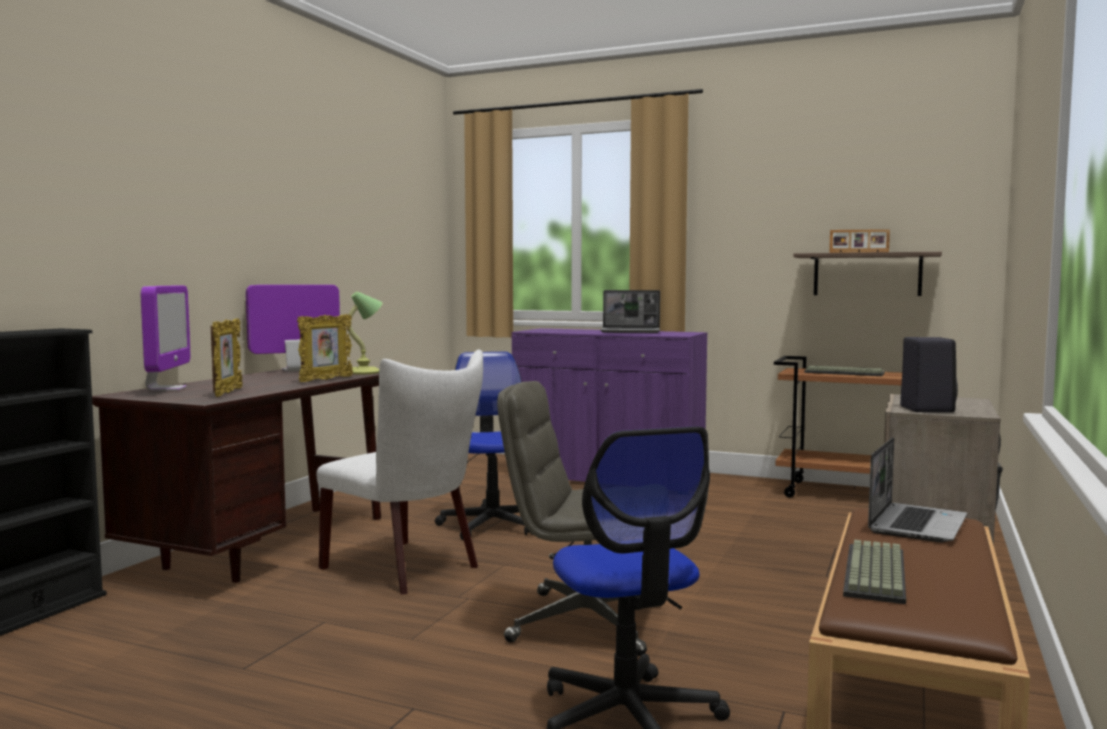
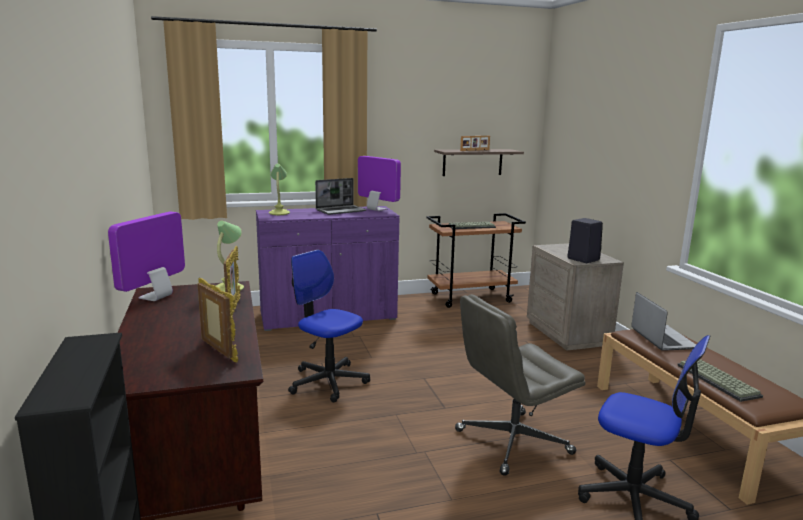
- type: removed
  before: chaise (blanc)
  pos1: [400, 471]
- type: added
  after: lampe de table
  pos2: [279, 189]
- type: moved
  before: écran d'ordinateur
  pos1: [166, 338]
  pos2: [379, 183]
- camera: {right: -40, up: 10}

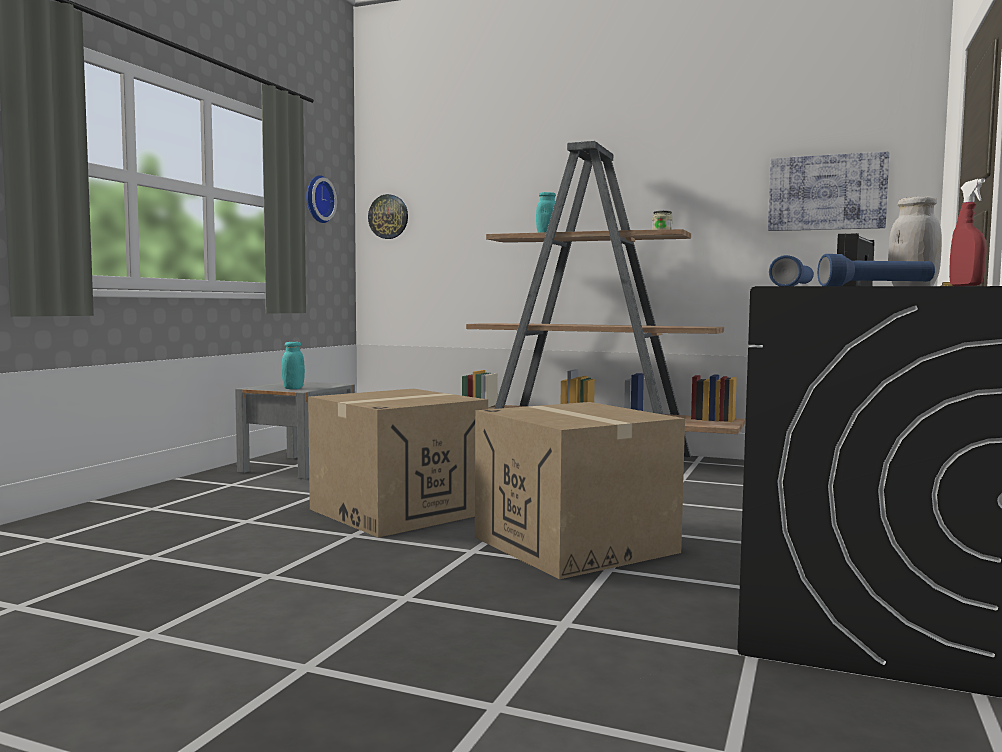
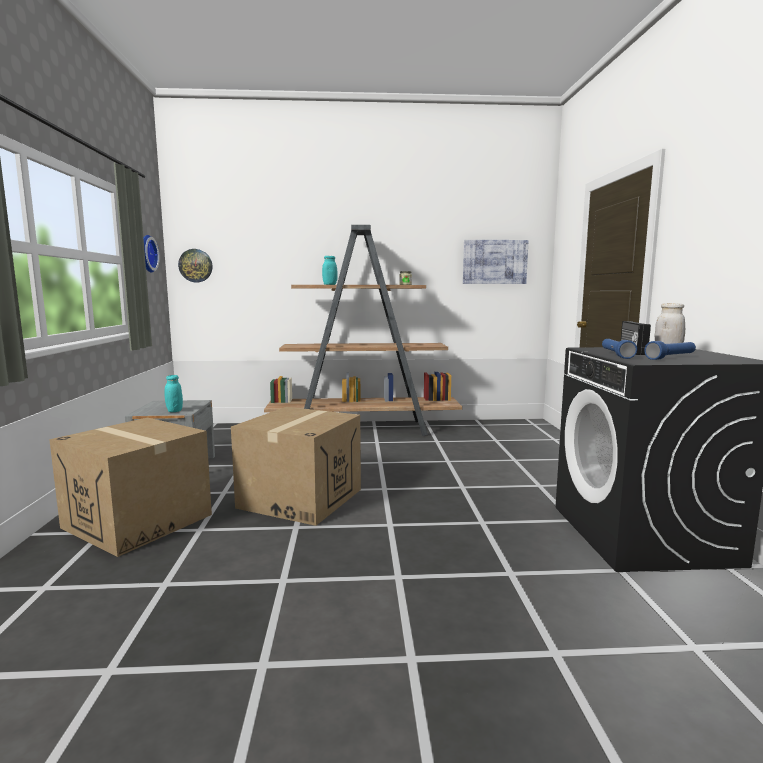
- type: removed
  before: vaporisateur (rouge)
  pos1: [968, 232]
- type: moved
  before: carton
  pos1: [580, 490]
  pos2: [130, 487]
- camera: {right: -25, up: 5}

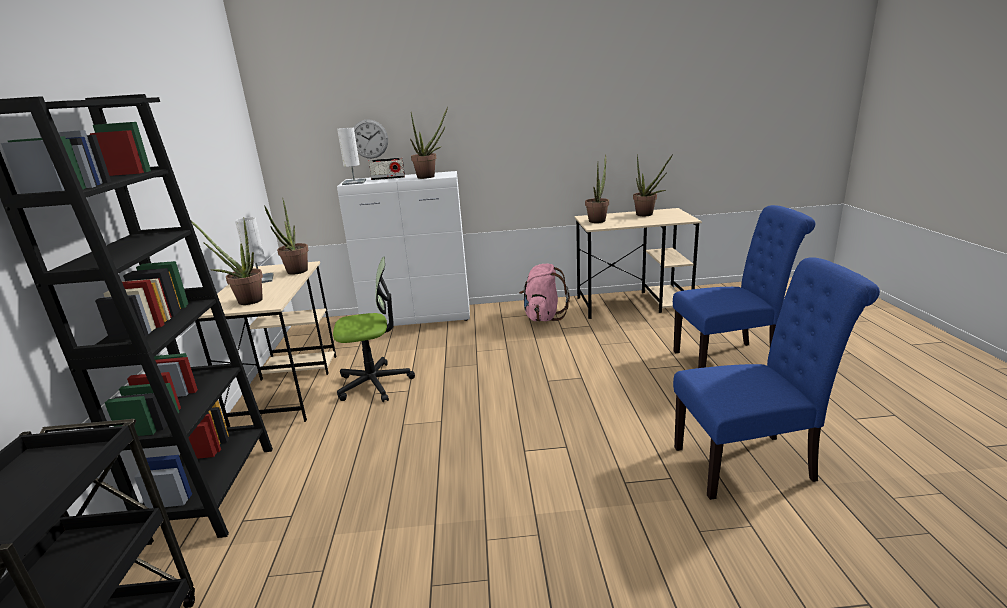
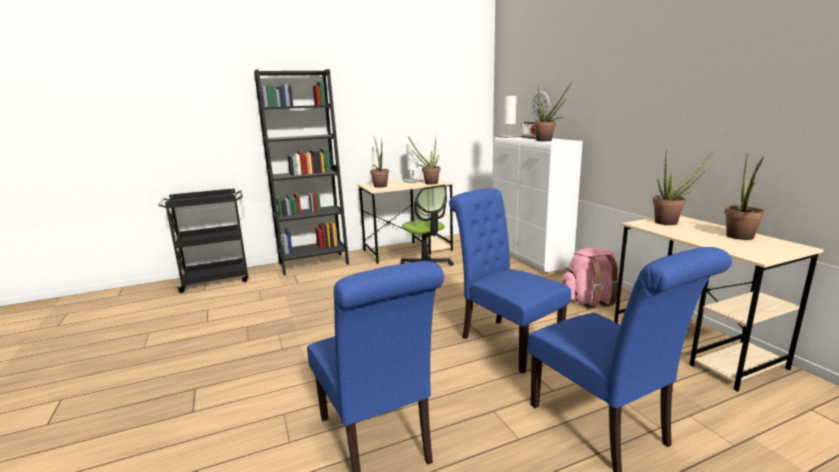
- type: added
  after: chaise (bleu)
  pos2: [510, 280]
- camera: {right: 70, up: -5}

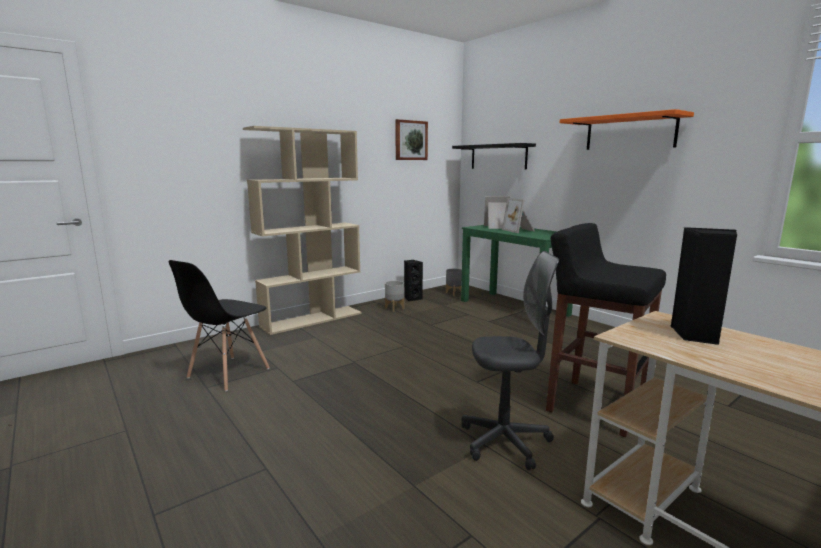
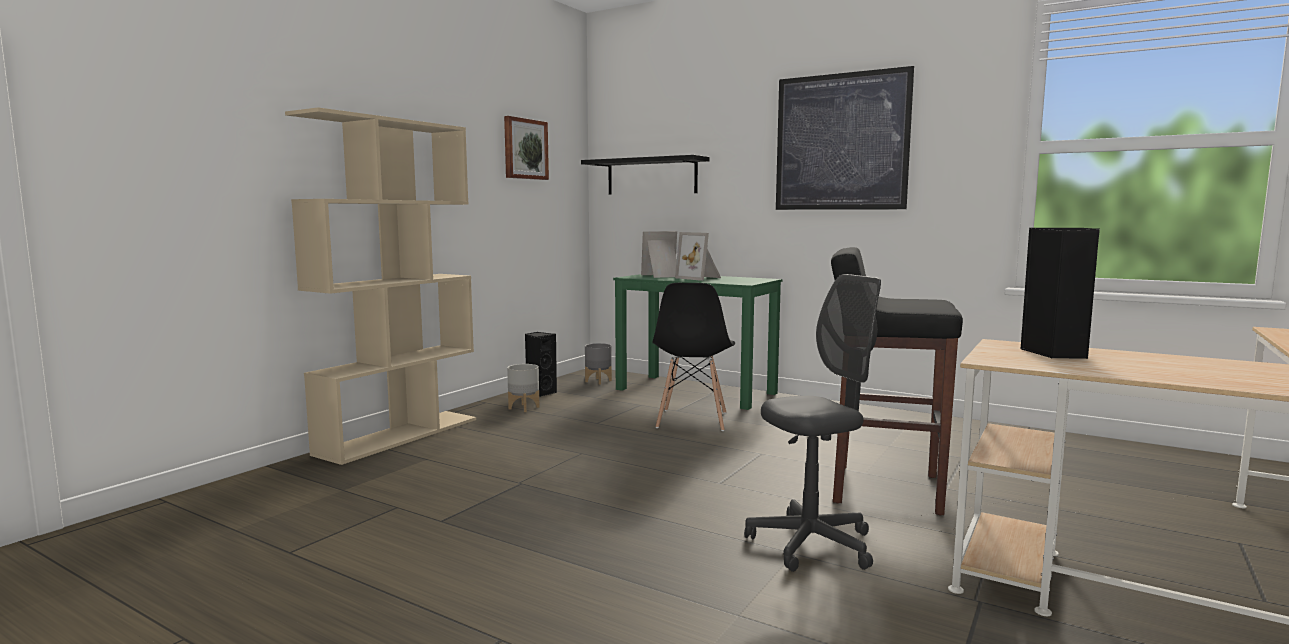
- type: moved
  before: chaise (noir)
  pos1: [219, 325]
  pos2: [693, 357]
- type: replaced
  before: étagère (orange)
  after: tableau
  pos1: [627, 129]
  pos2: [845, 138]
- camera: {right: -20, up: -5}

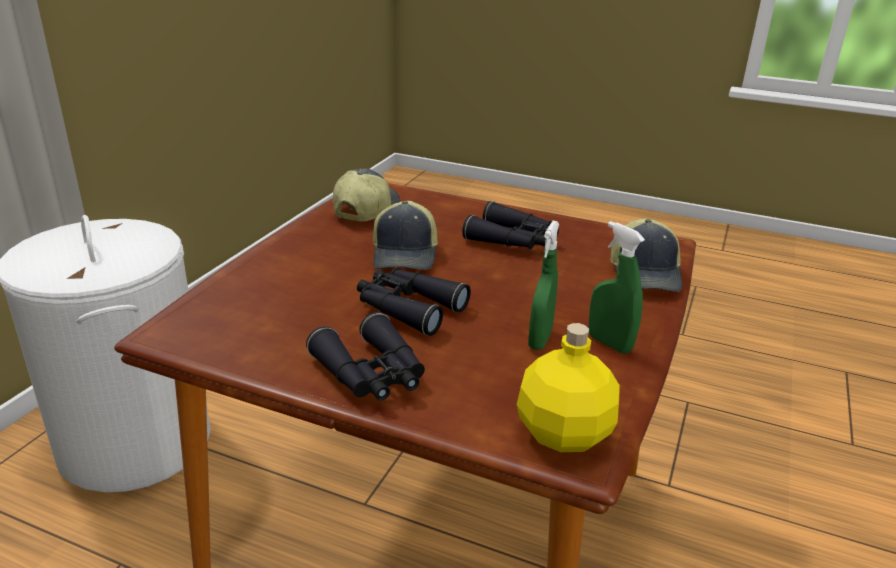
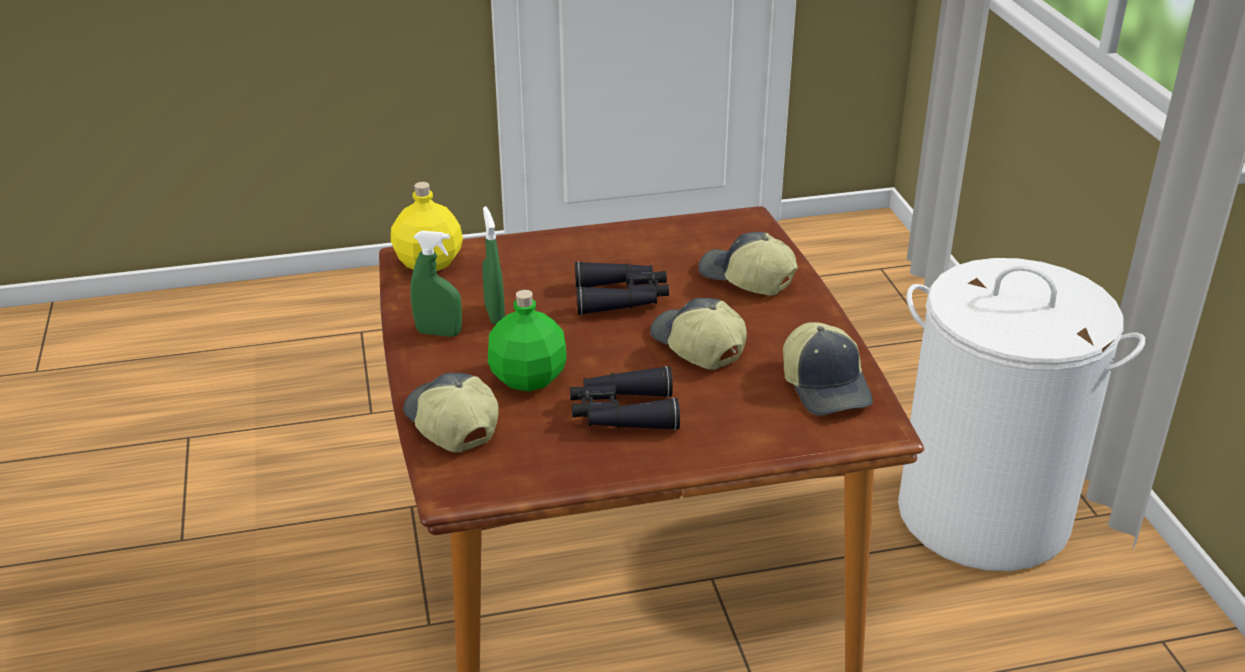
- type: removed
  before: jumelles (noir)
  pos1: [365, 356]
- type: added
  after: bouteille (vert)
  pos2: [527, 340]
- type: added
  after: casquette
  pos2: [748, 264]
- camera: {right: 145, up: 5}

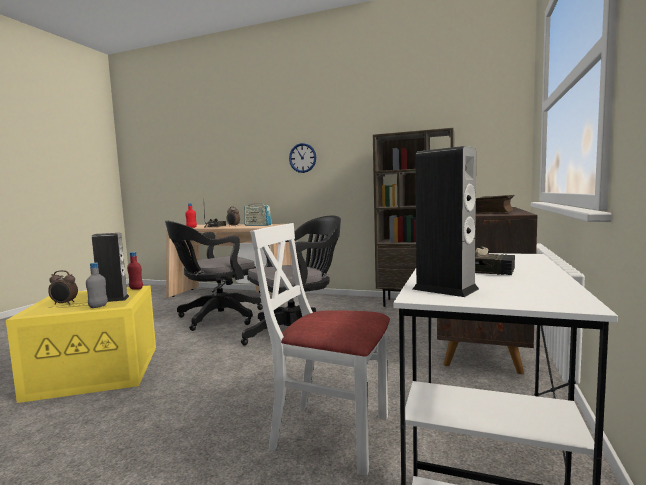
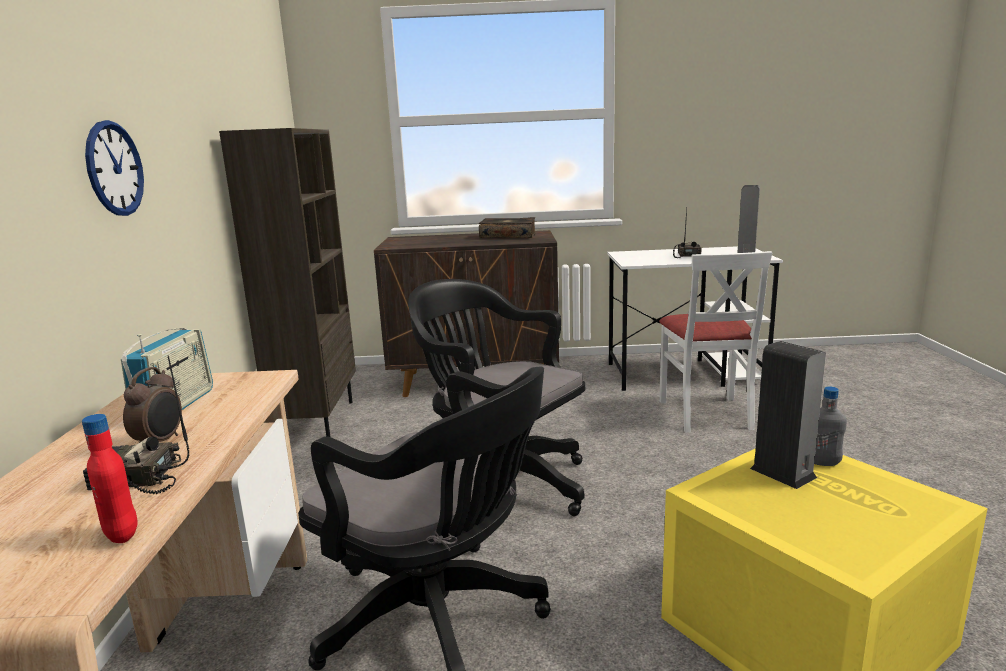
- type: removed
  before: réveil
  pos1: [63, 287]
- type: removed
  before: bouteille (rouge)
  pos1: [135, 271]
- camera: {right: -110, up: 10}

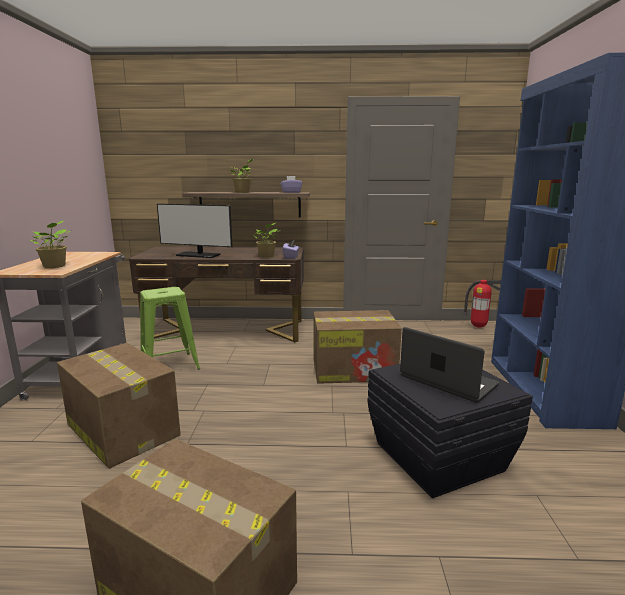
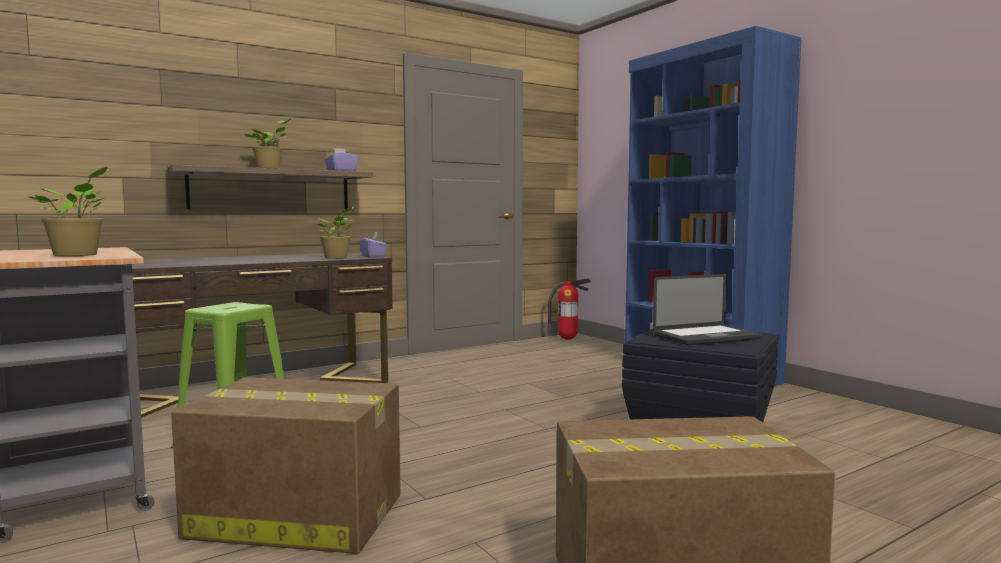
- type: removed
  before: écran d'ordinateur
  pos1: [194, 231]
- type: removed
  before: carton
  pos1: [358, 347]
- type: turned
  before: ordinateur portable
  pos1: [449, 365]
  pos2: [707, 309]
  turn: 150
- camera: {right: -35, up: -10}

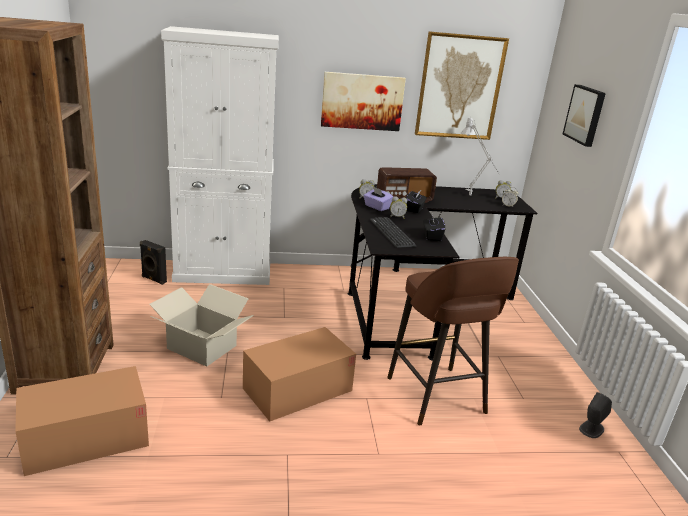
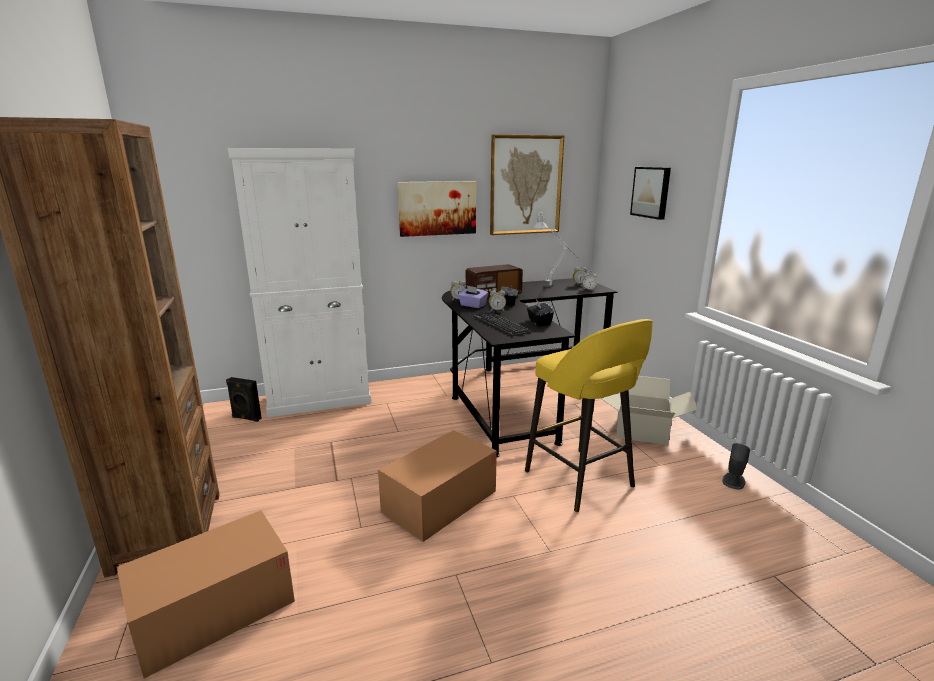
- type: moved
  before: carton
  pos1: [201, 325]
  pos2: [648, 410]
- type: recoloured
  before: tabouret (marron)
  after: tabouret (jaune)
  pos1: [453, 341]
  pos2: [589, 415]
- camera: {right: -10, up: -5}

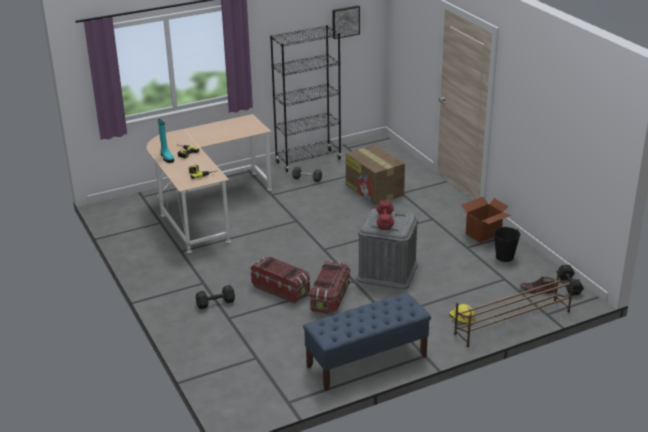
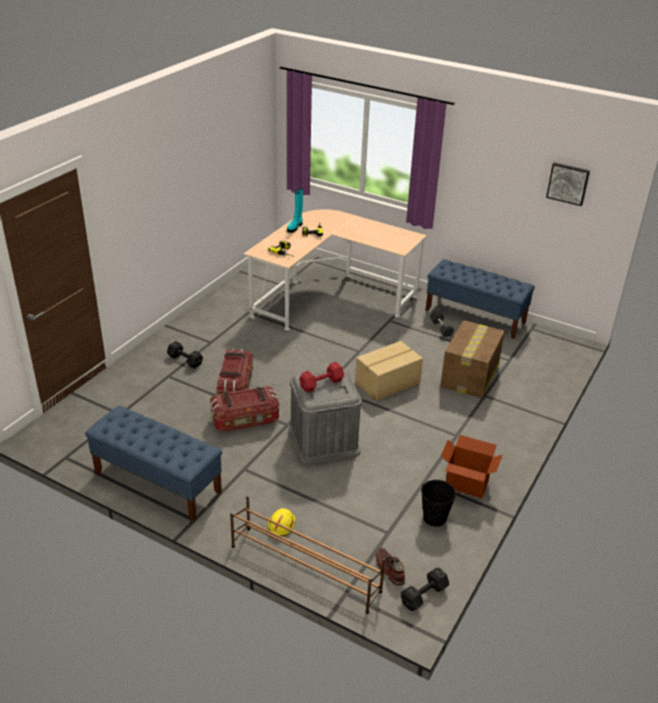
- type: added
  after: carton
  pos2: [389, 371]
- type: replaced
  before: bibliothèque (noir)
  after: banc (bleu)
  pos1: [306, 98]
  pos2: [480, 299]
- camera: {right: 55, up: 5}

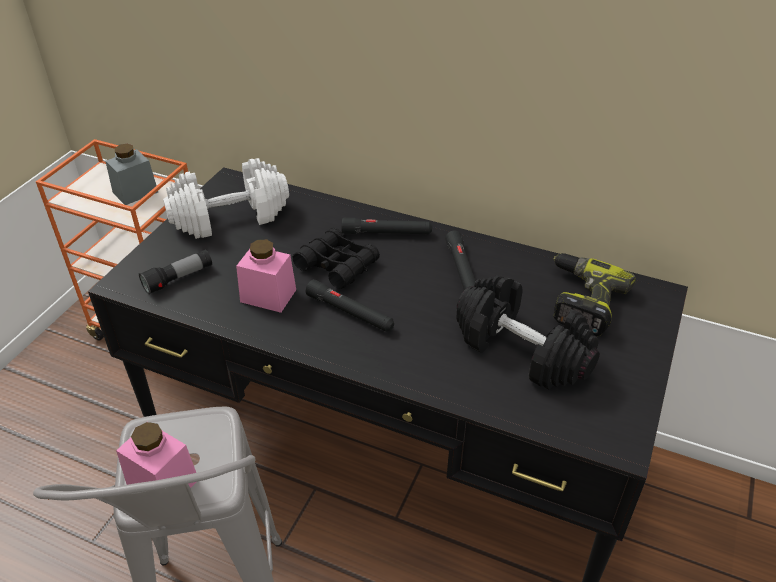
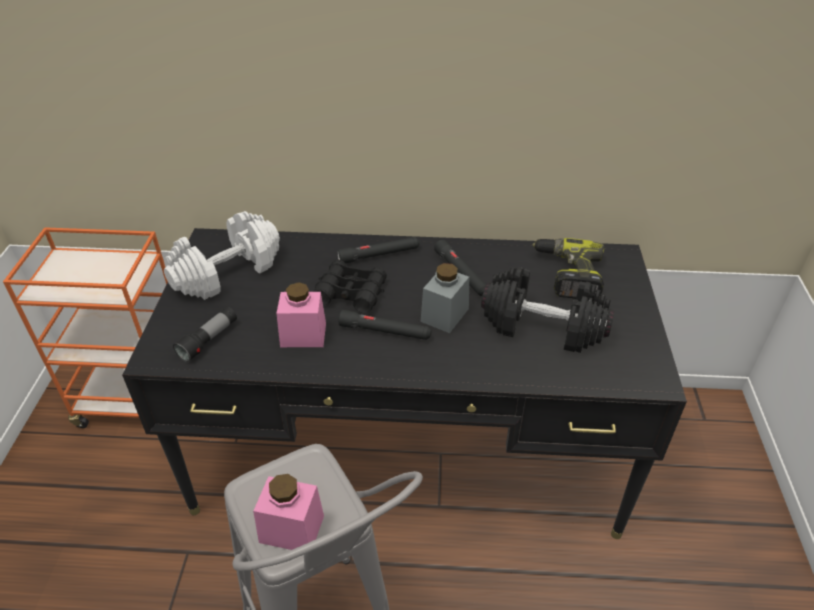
- type: moved
  before: bocal (gris)
  pos1: [131, 174]
  pos2: [445, 298]
- camera: {right: -20, up: 0}

